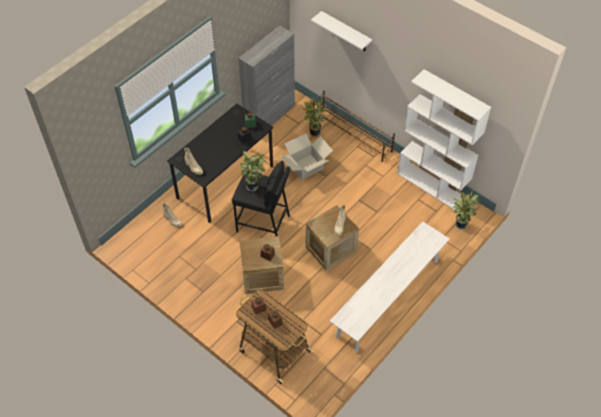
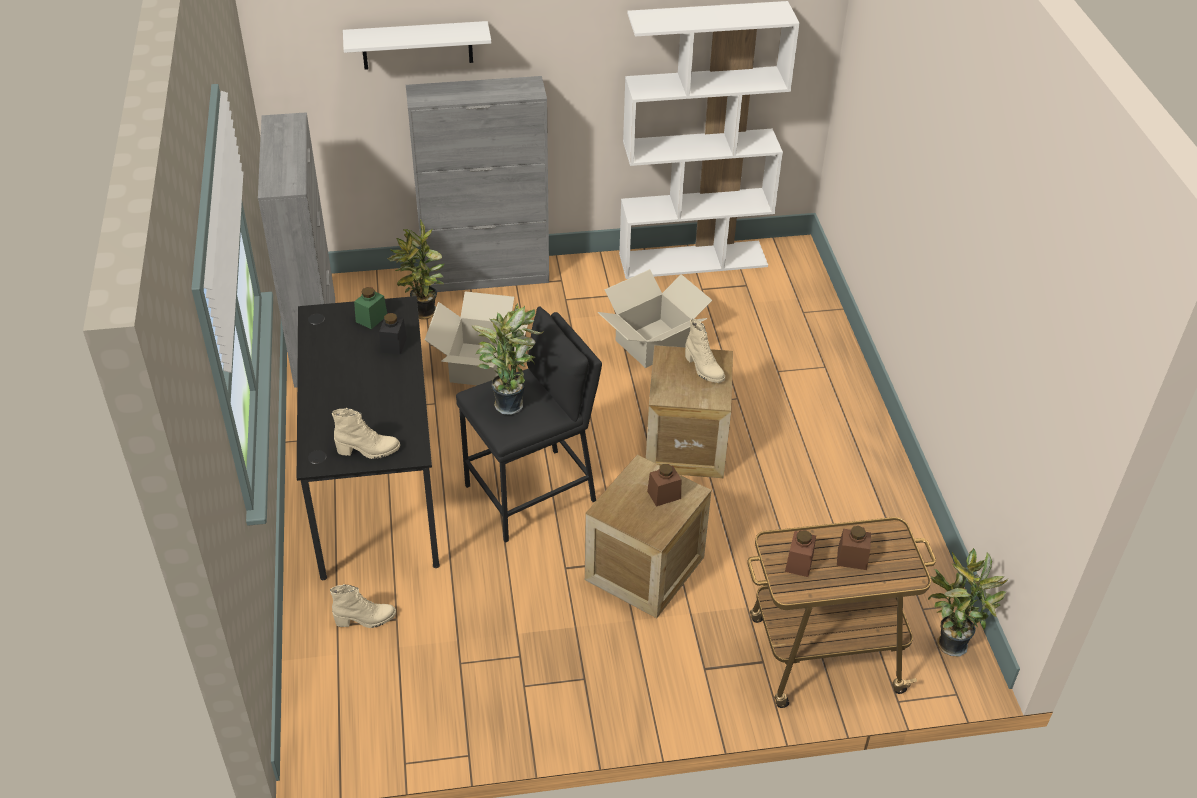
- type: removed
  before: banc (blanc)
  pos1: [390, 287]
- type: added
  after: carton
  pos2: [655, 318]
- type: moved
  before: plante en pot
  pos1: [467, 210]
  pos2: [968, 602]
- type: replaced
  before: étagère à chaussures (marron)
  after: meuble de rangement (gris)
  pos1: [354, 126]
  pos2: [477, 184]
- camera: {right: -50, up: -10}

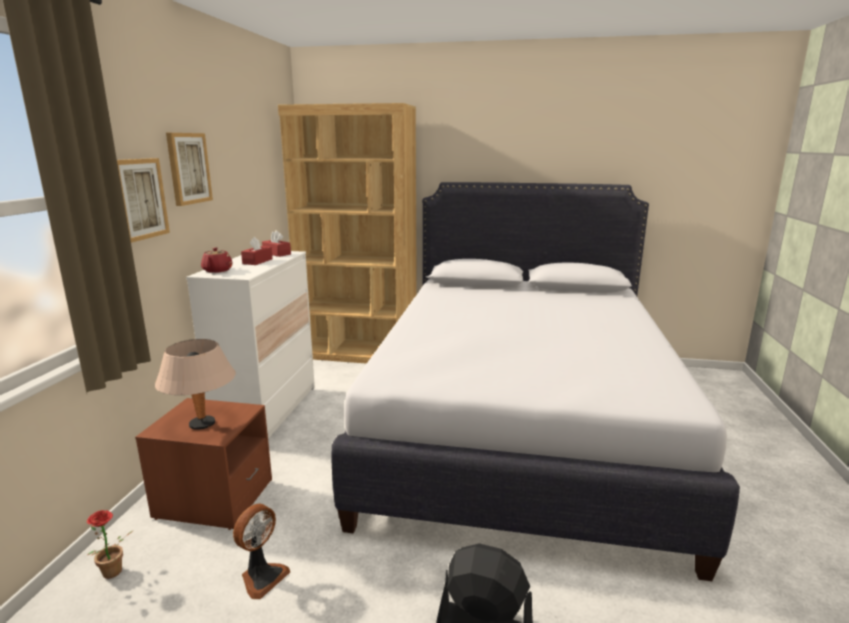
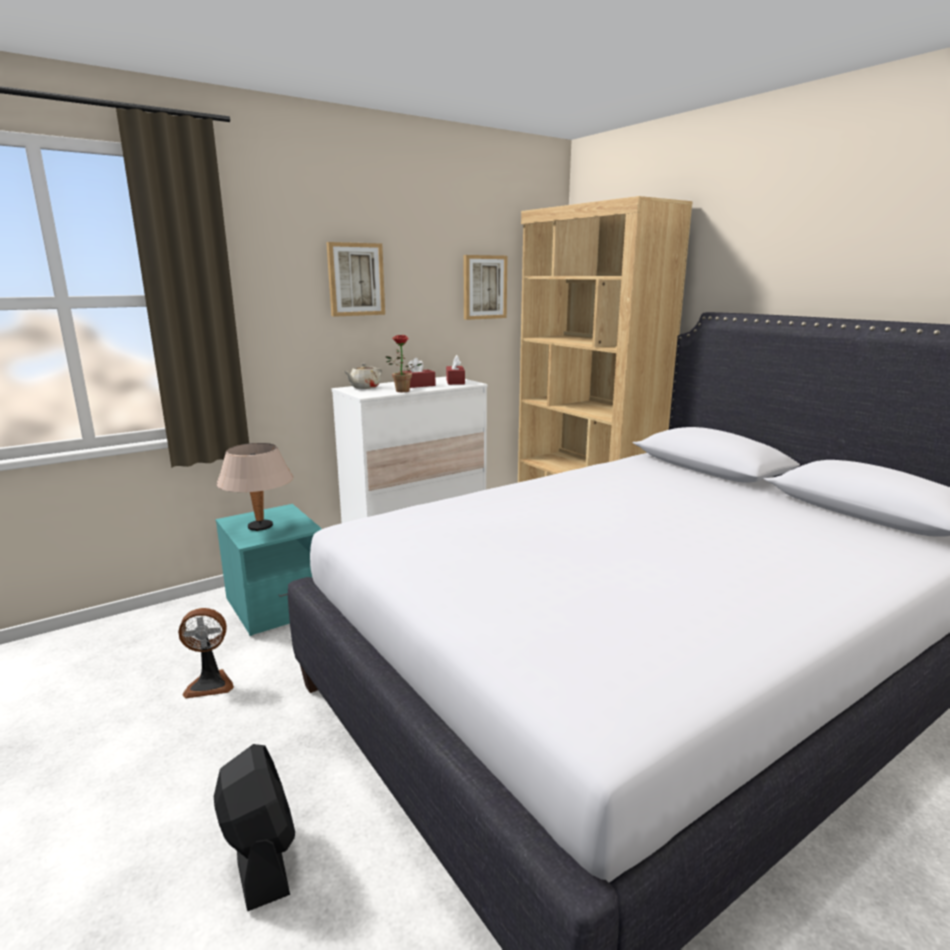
- type: moved
  before: plante en pot
  pos1: [110, 544]
  pos2: [404, 363]
- type: moved
  before: tableau
  pos1: [143, 200]
  pos2: [485, 287]
- type: recoloured
  before: table de chevet (marron)
  after: table de chevet (turquoise)
  pos1: [203, 464]
  pos2: [269, 570]
- type: recoloured
  before: théière (rouge)
  after: théière (beige)
  pos1: [216, 260]
  pos2: [363, 376]
- camera: {right: 45, up: 0}

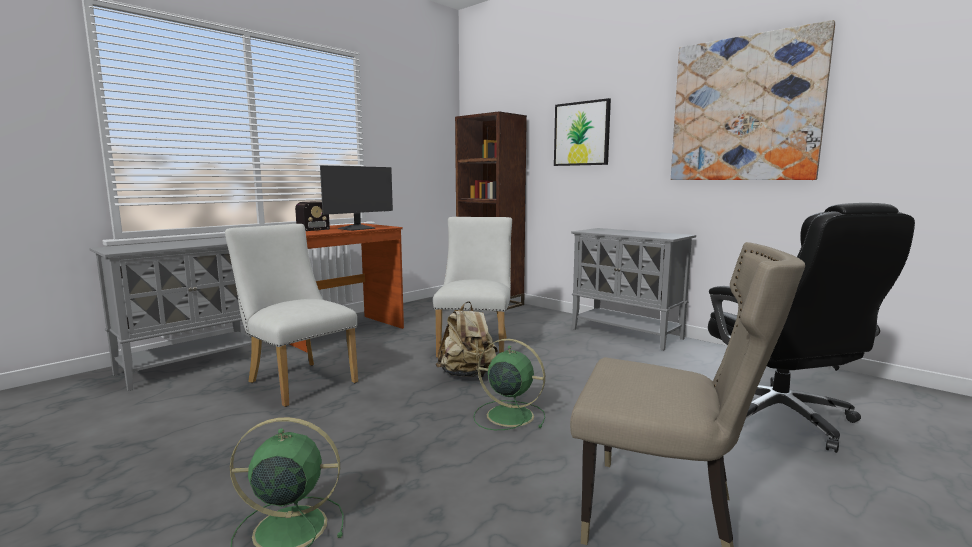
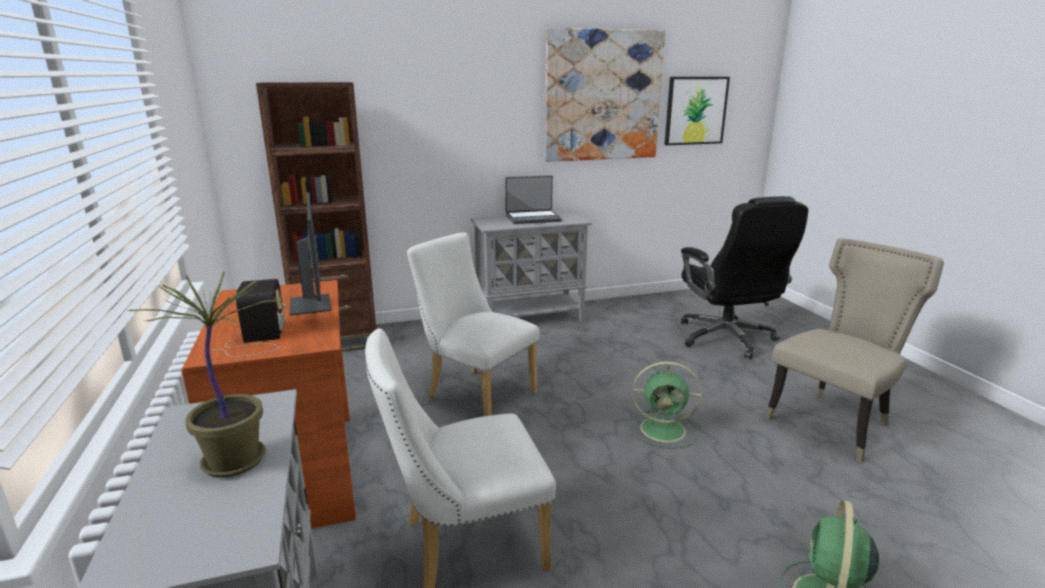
- type: removed
  before: sac à dos (beige)
  pos1: [467, 339]
- type: added
  after: plante en pot
  pos2: [205, 375]
- type: added
  after: ordinateur portable
  pos2: [533, 199]
- type: moved
  before: tableau
  pos1: [582, 132]
  pos2: [697, 111]
- type: turned
  before: ventilateur (vert)
  pos1: [509, 384]
  pos2: [665, 405]
  turn: -135
- type: turned
  before: chaise de bureau (noir)
  pos1: [811, 328]
  pos2: [744, 277]
  turn: 60
- camera: {right: -60, up: 10}

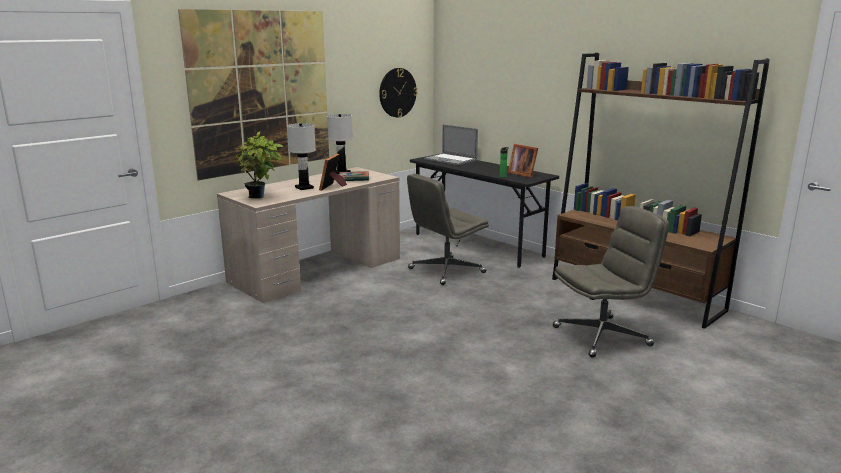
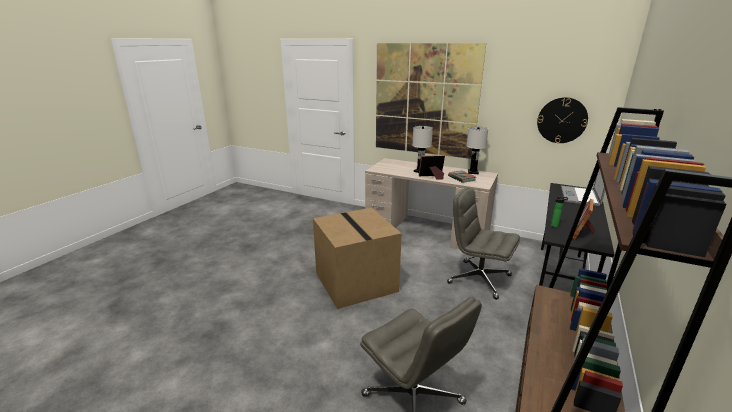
- type: removed
  before: plante en pot
  pos1: [259, 165]
- type: added
  after: carton
  pos2: [357, 258]
- camera: {right: 70, up: 5}

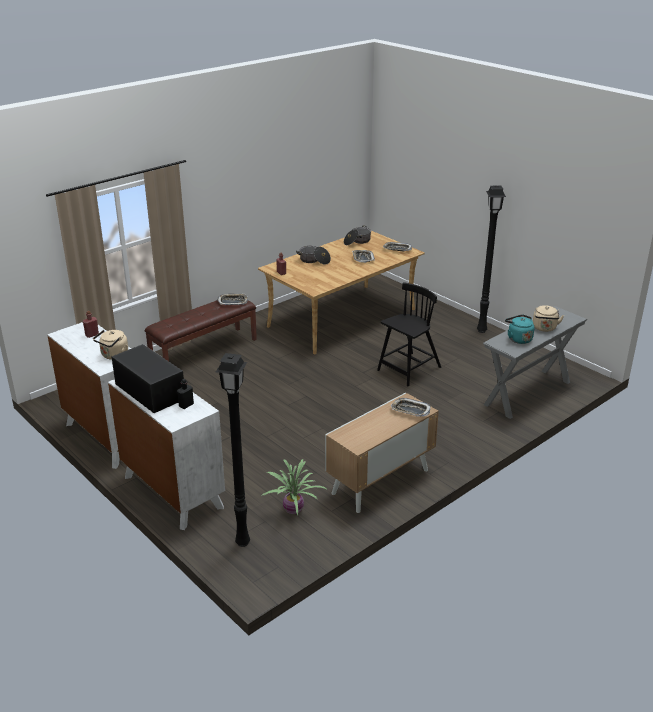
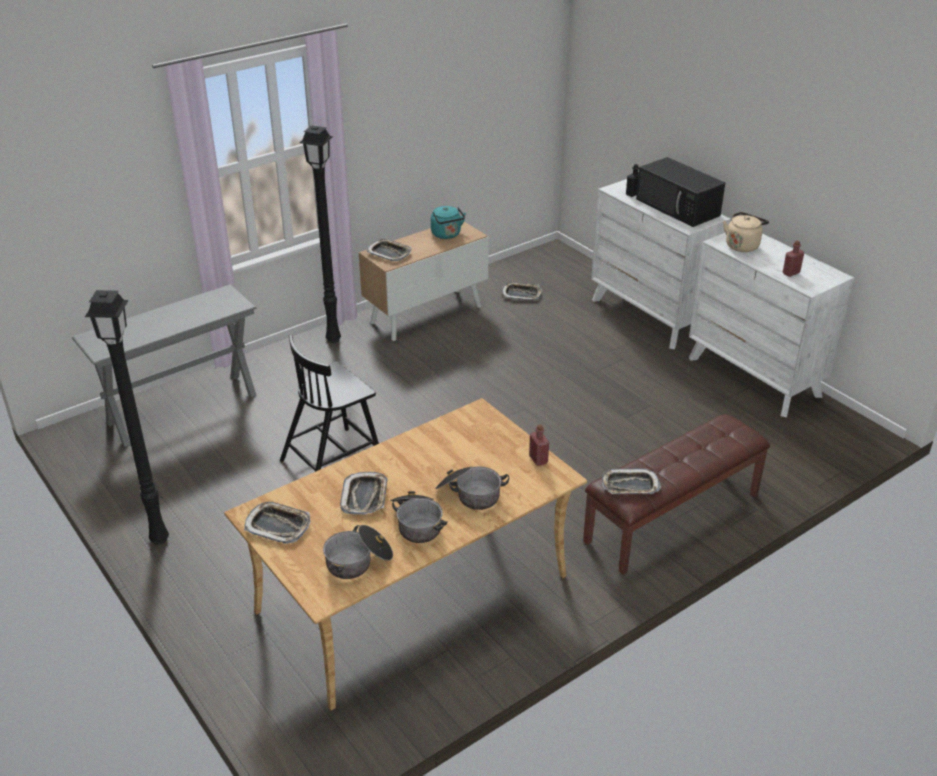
- type: removed
  before: bouilloire (beige)
  pos1: [548, 318]
- type: added
  after: marmite
  pos2: [419, 517]
- type: moved
  before: lampadaire (noir)
  pos1: [233, 450]
  pos2: [320, 234]
- type: moved
  before: bouilloire (turquoise)
  pos1: [520, 329]
  pos2: [448, 222]
- type: replaced
  before: plante en pot
  after: plateau
  pos1: [293, 487]
  pos2: [521, 291]
- camera: {right: -175, up: 5}

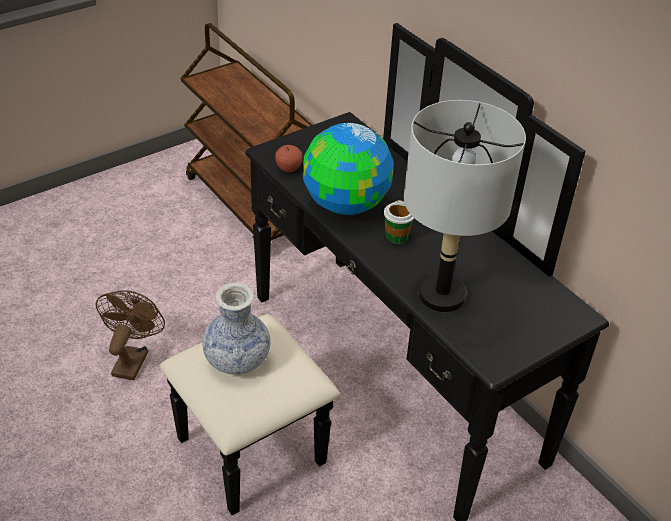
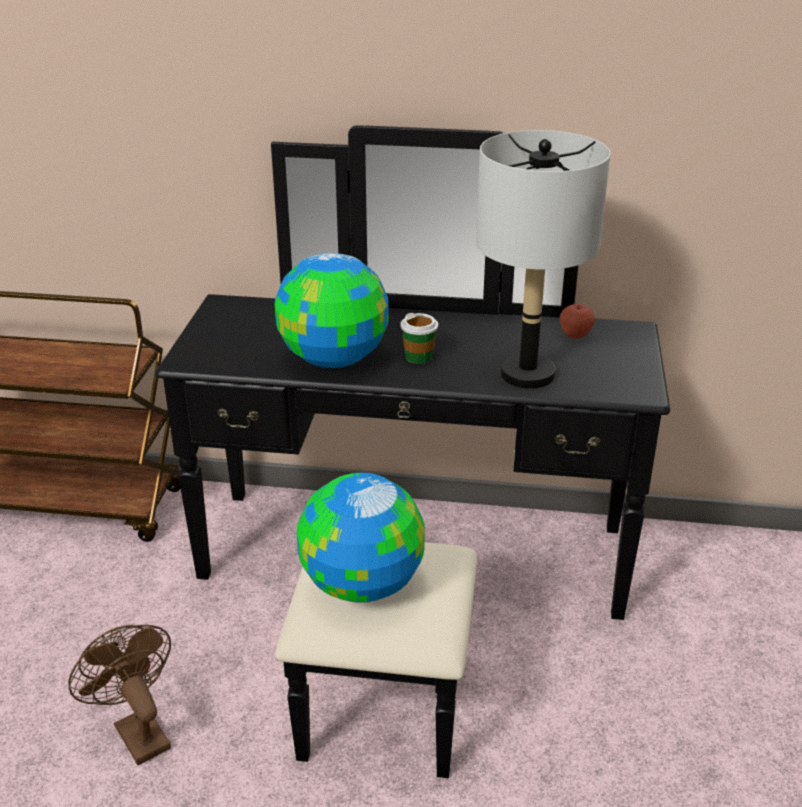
- type: moved
  before: pomme
  pos1: [289, 158]
  pos2: [577, 321]
- type: replaced
  before: vase
  after: globe
  pos1: [236, 328]
  pos2: [361, 538]
- camera: {right: -45, up: -10}

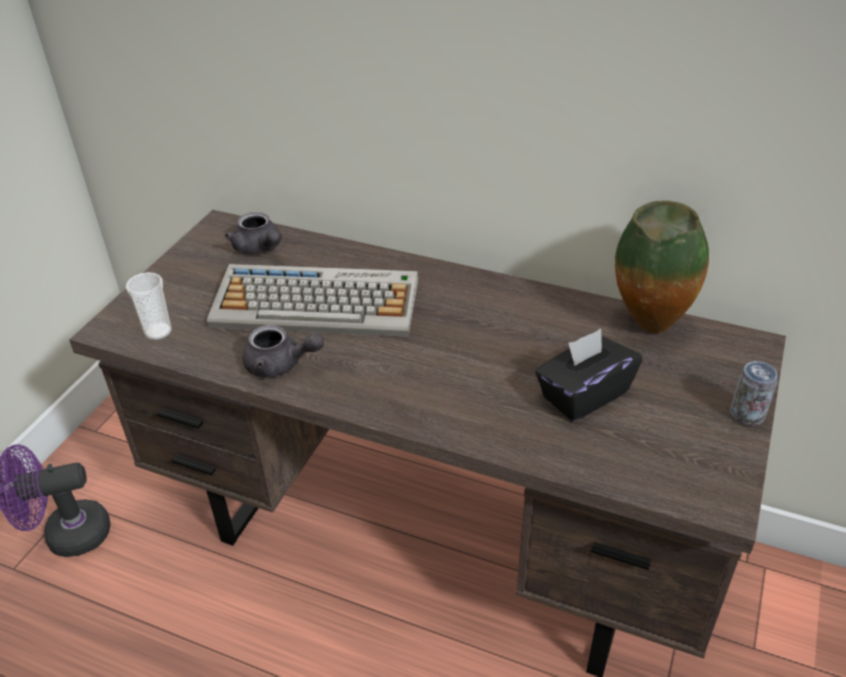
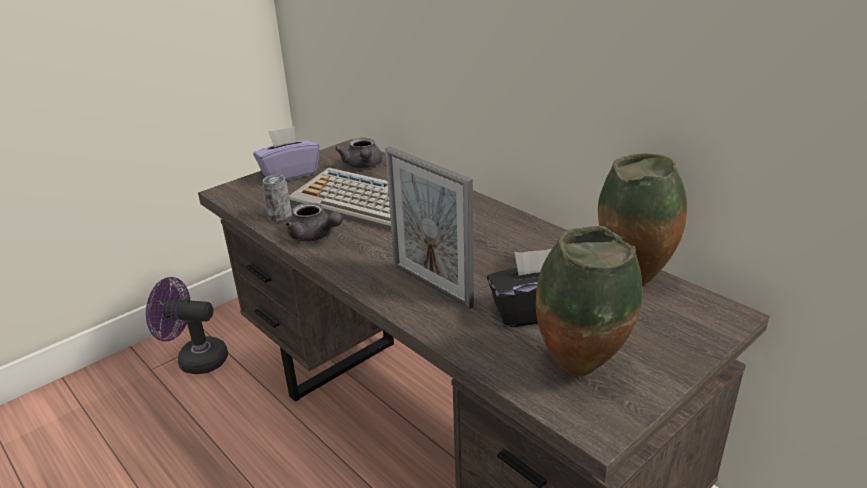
- type: removed
  before: tasse
  pos1: [149, 306]
- type: added
  after: boîte à mouchoirs (violet)
  pos2: [286, 153]
- type: added
  after: cadre photo
  pos2: [429, 227]
- type: added
  after: vase
  pos2: [589, 301]
- type: moved
  before: boîte métallique
  pos1: [754, 393]
  pos2: [277, 198]
- camera: {right: 25, up: -10}

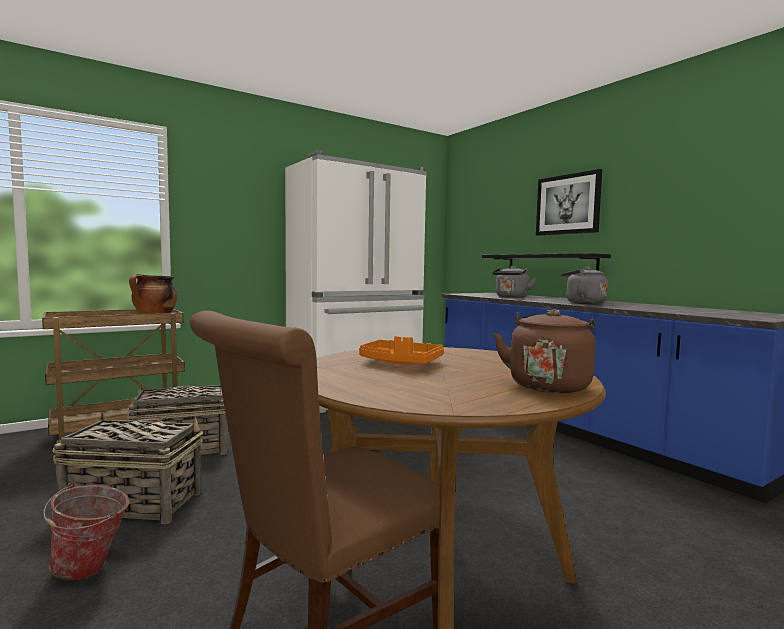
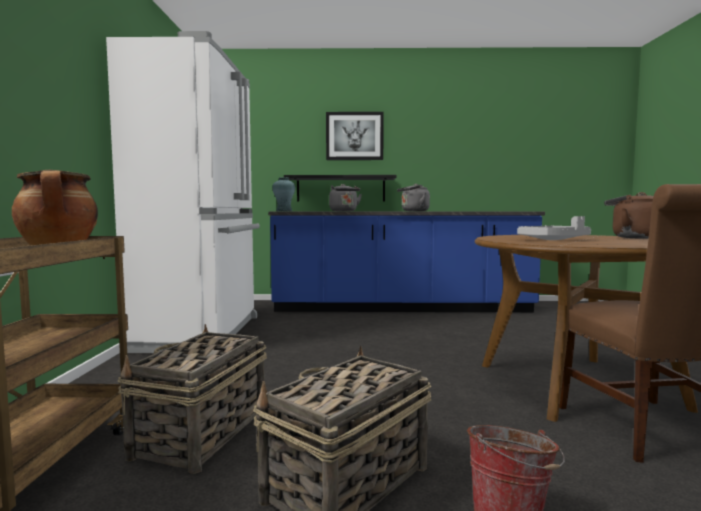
- type: added
  after: vase (turquoise)
  pos2: [283, 194]
- type: recoloured
  before: plateau (orange)
  after: plateau (gris)
  pos1: [401, 350]
  pos2: [554, 228]
- camera: {right: -55, up: 0}

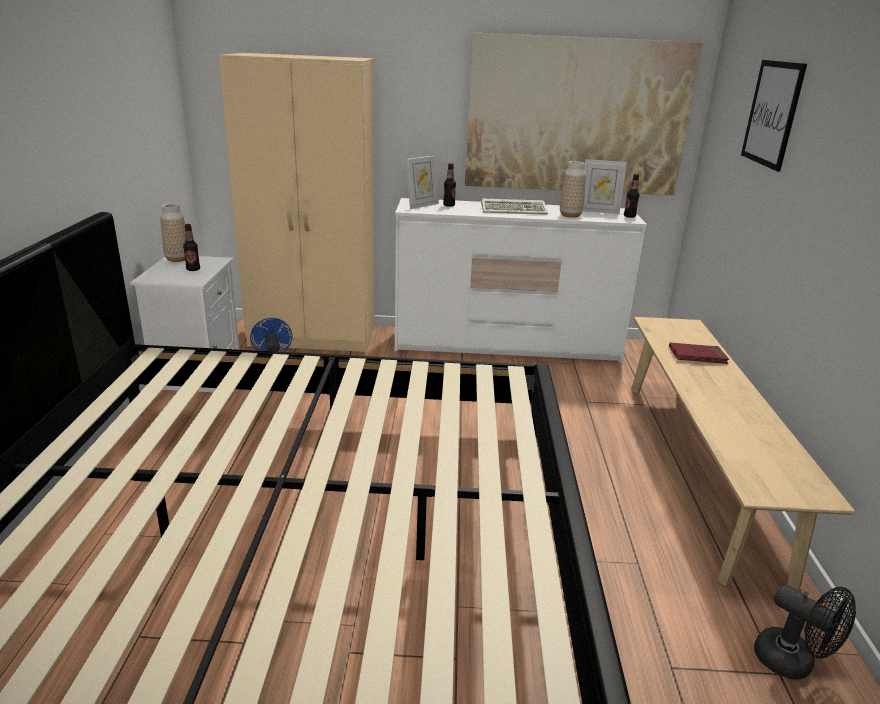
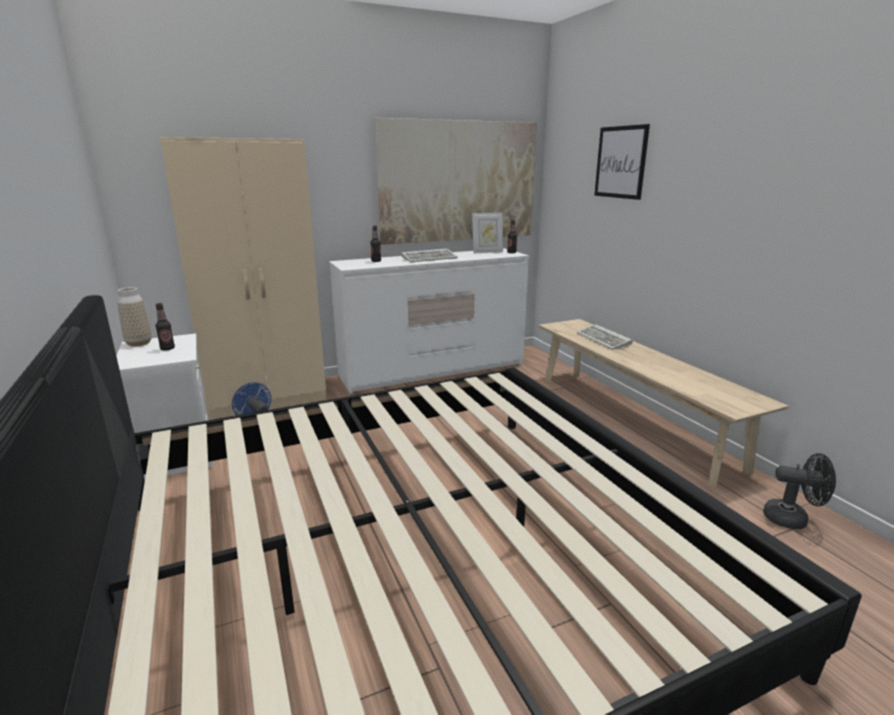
- type: removed
  before: cadre photo
  pos1: [422, 180]
- type: removed
  before: vase
  pos1: [573, 189]
- type: replaced
  before: livre (rouge)
  after: clavier
  pos1: [699, 353]
  pos2: [605, 337]
- camera: {right: -25, up: -5}

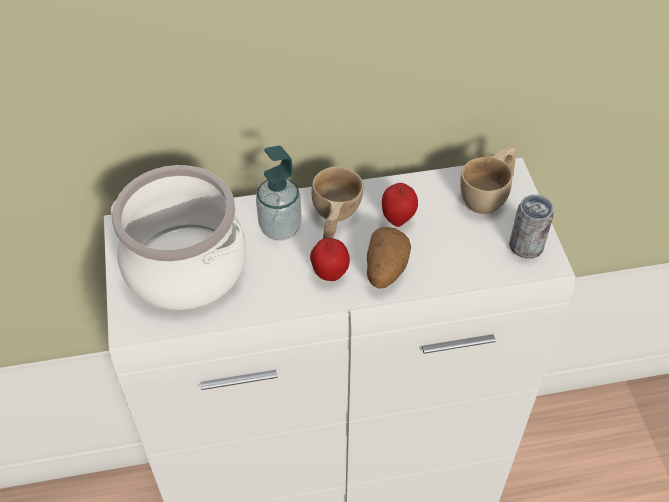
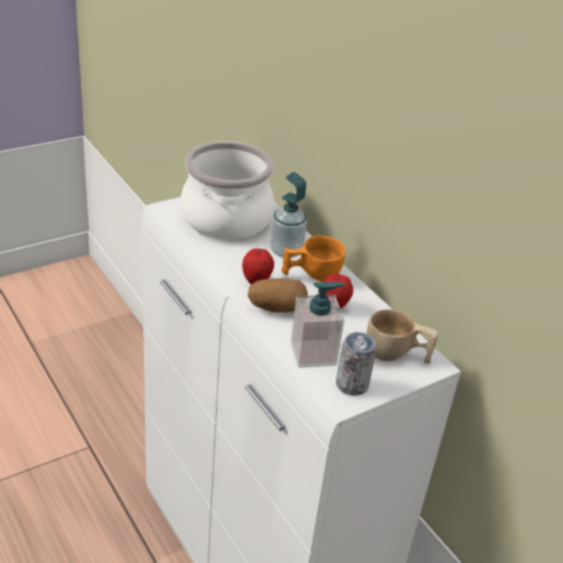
- type: added
  after: distributeur de savon
  pos2: [318, 325]
- type: recoloured
  before: tasse (beige)
  after: tasse (orange)
  pos1: [337, 202]
  pos2: [313, 258]
- camera: {right: 65, up: -15}

